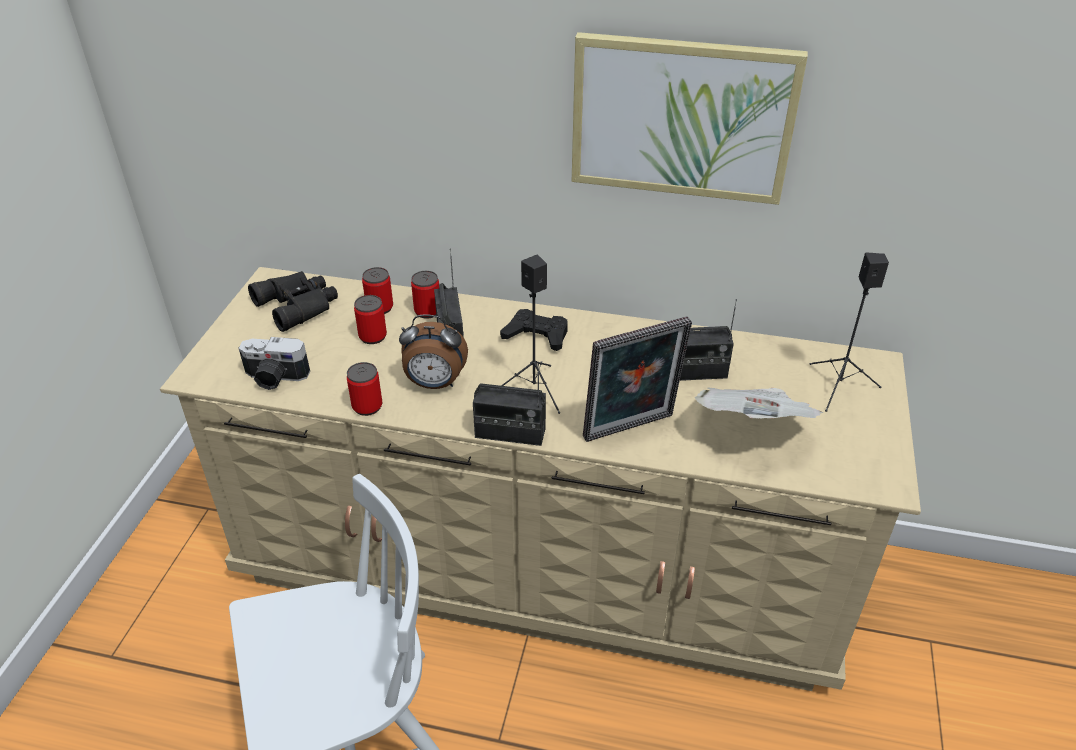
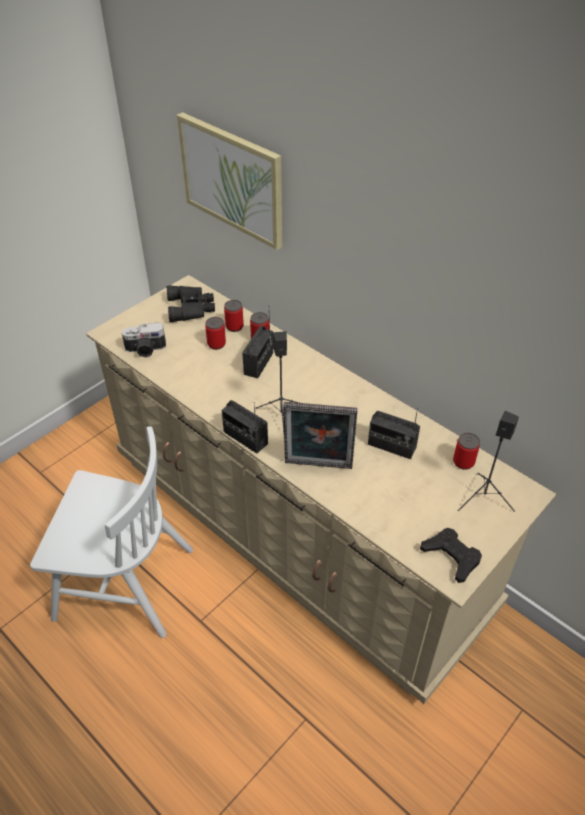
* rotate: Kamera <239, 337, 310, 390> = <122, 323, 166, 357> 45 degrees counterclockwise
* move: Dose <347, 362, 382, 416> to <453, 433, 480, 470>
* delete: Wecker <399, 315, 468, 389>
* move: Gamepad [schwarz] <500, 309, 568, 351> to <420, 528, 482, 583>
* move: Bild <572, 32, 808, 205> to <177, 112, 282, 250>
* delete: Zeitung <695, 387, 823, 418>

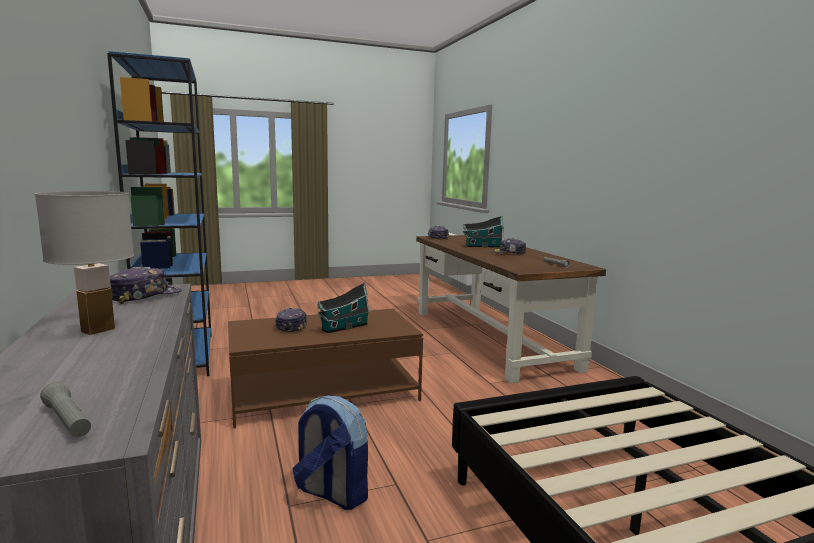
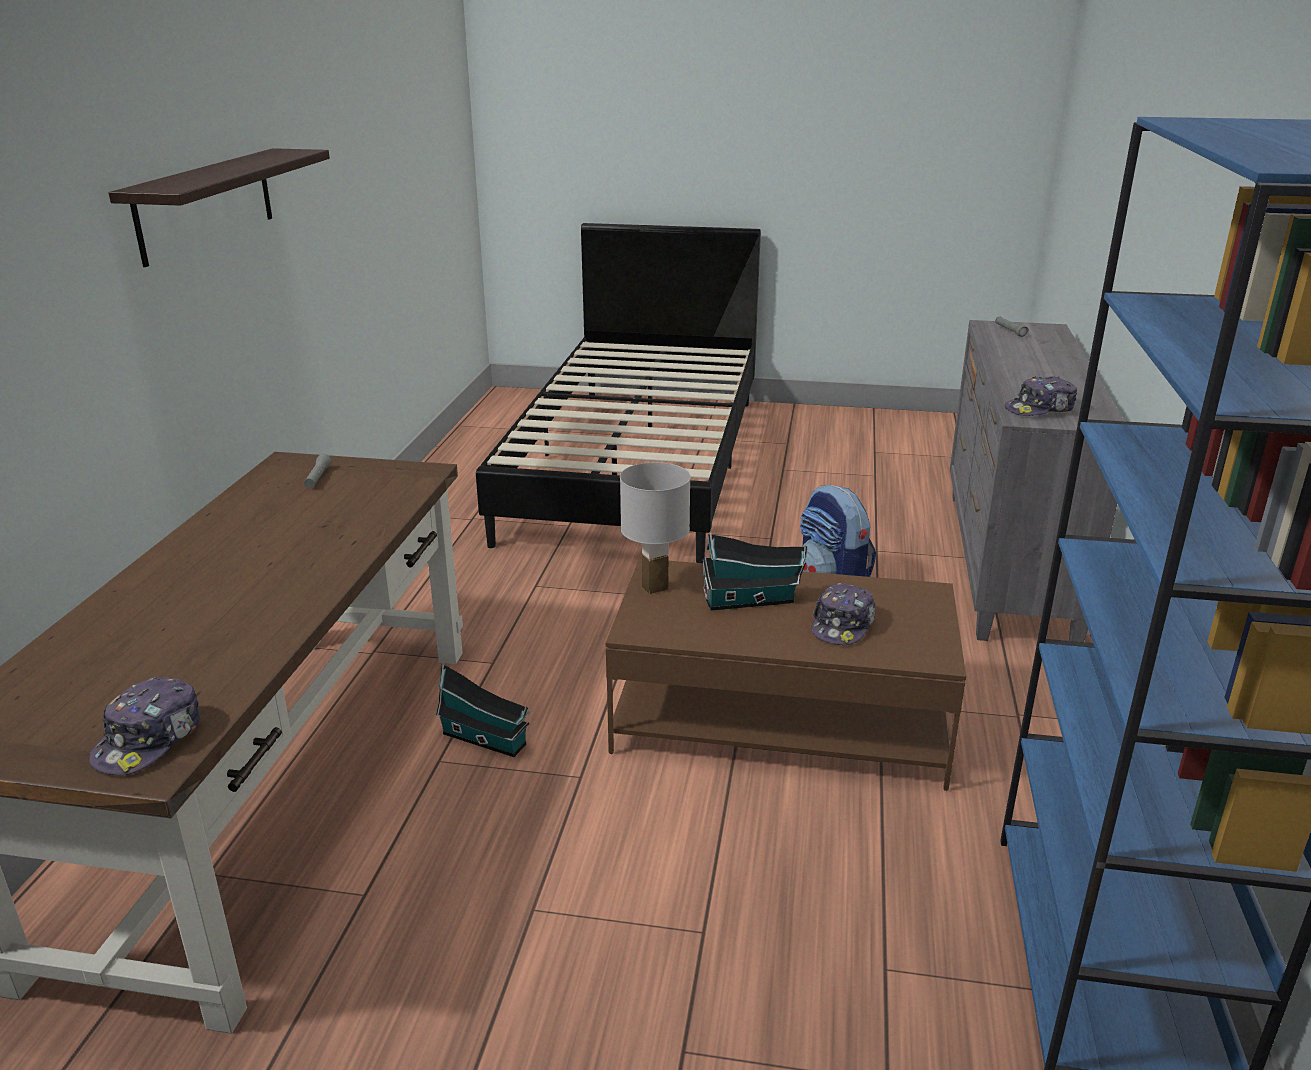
* move: Tischlampe [weiß] <35, 191, 134, 335> to <620, 462, 691, 594>
* move: Spielzeughaus <463, 216, 504, 248> to <436, 663, 530, 757>
* delete: Kappe <493, 239, 526, 254>
* insert: Wandregal <109, 148, 330, 267>

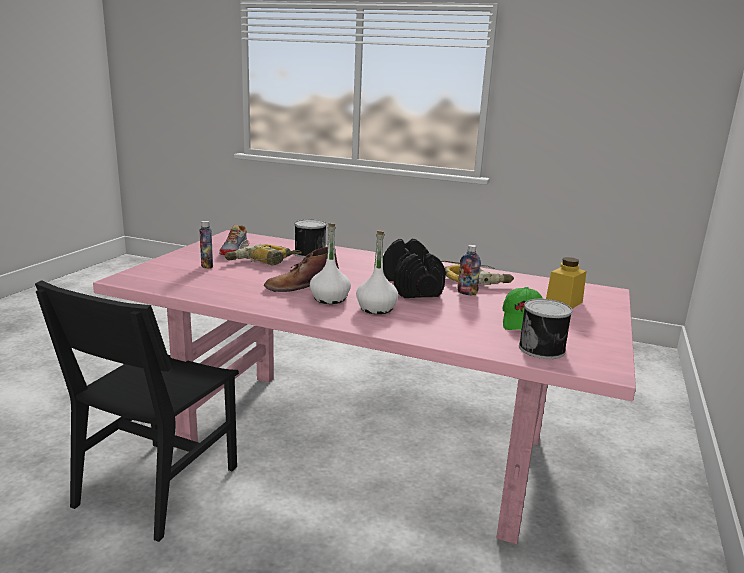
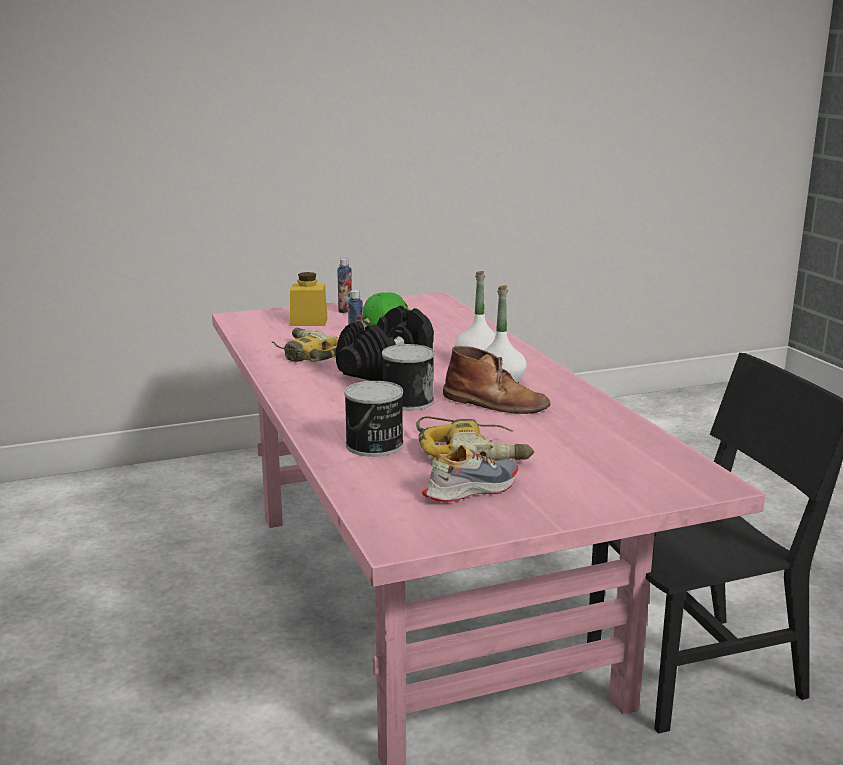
* move: Flasche <199, 221, 213, 269> to <337, 258, 352, 313>
* move: Dose <519, 299, 572, 359> to <382, 344, 434, 411>

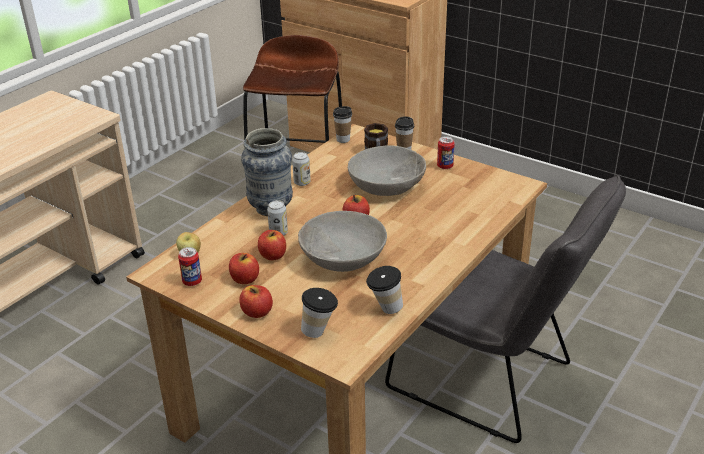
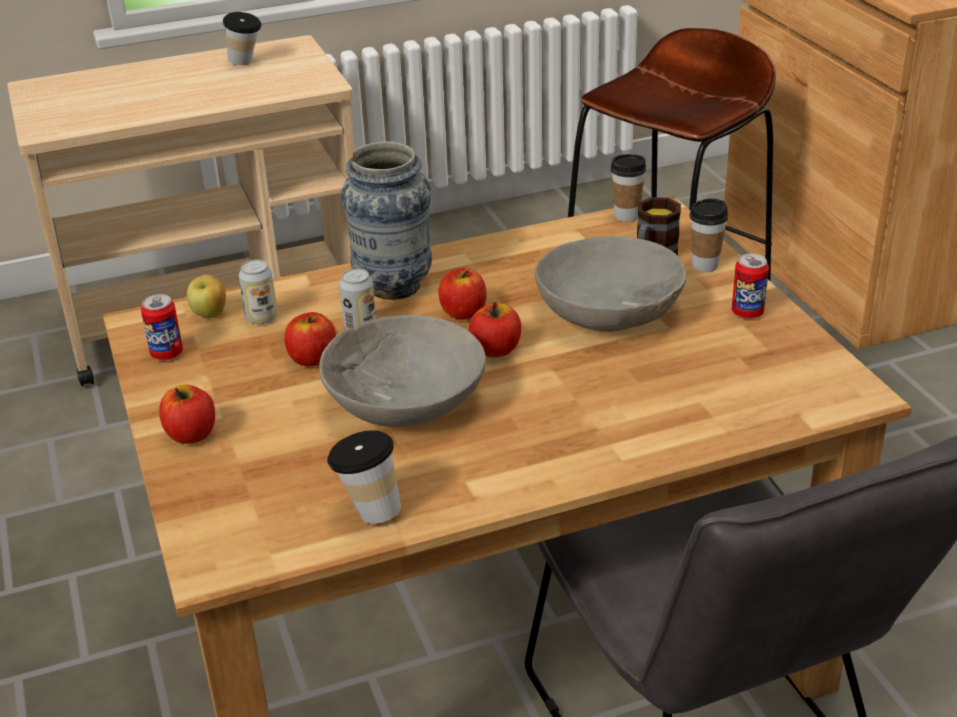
* move: Apfel <229, 253, 259, 284> to <439, 268, 487, 320>
* move: Dose <292, 152, 311, 186> to <239, 260, 277, 324>
* move: Tasse <301, 288, 338, 338> to <223, 12, 262, 66>

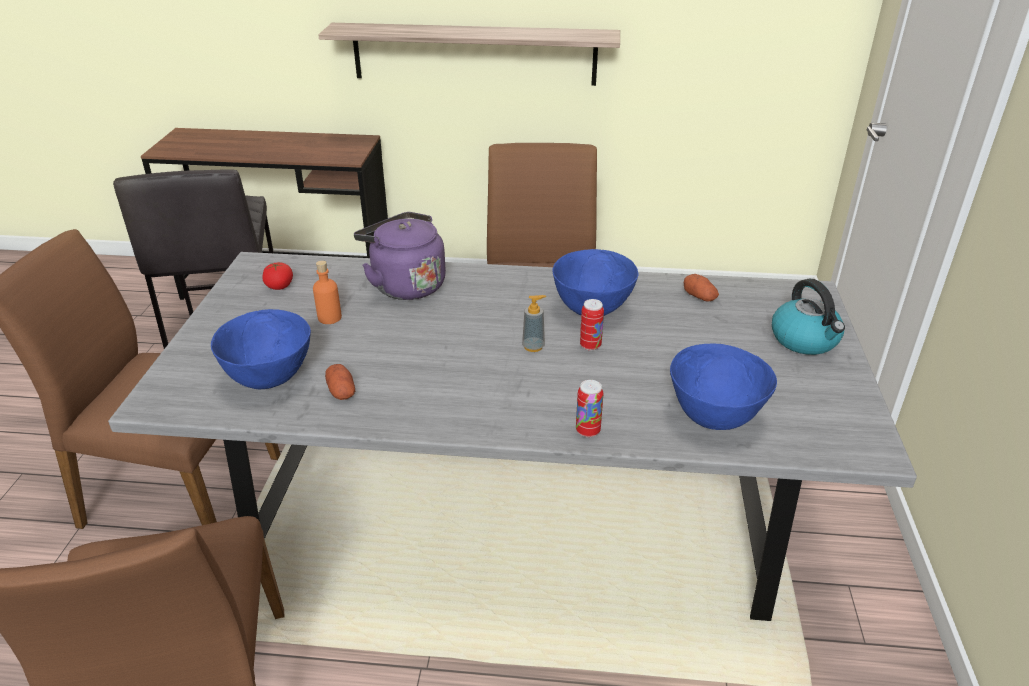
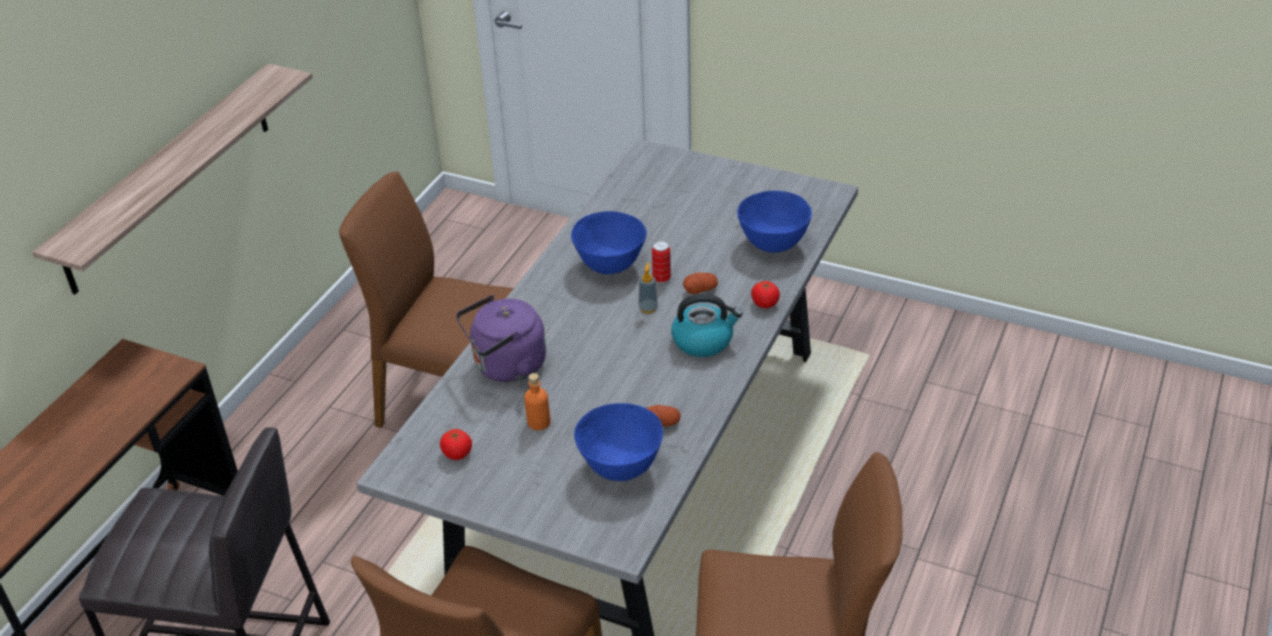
* replace: Dose <576, 380, 603, 437> to Tomate <751, 281, 780, 308>
* move: Kartoffel <684, 274, 719, 302> to <683, 272, 718, 294>
* move: Wasserkessel <772, 279, 845, 355> to <671, 294, 743, 357>

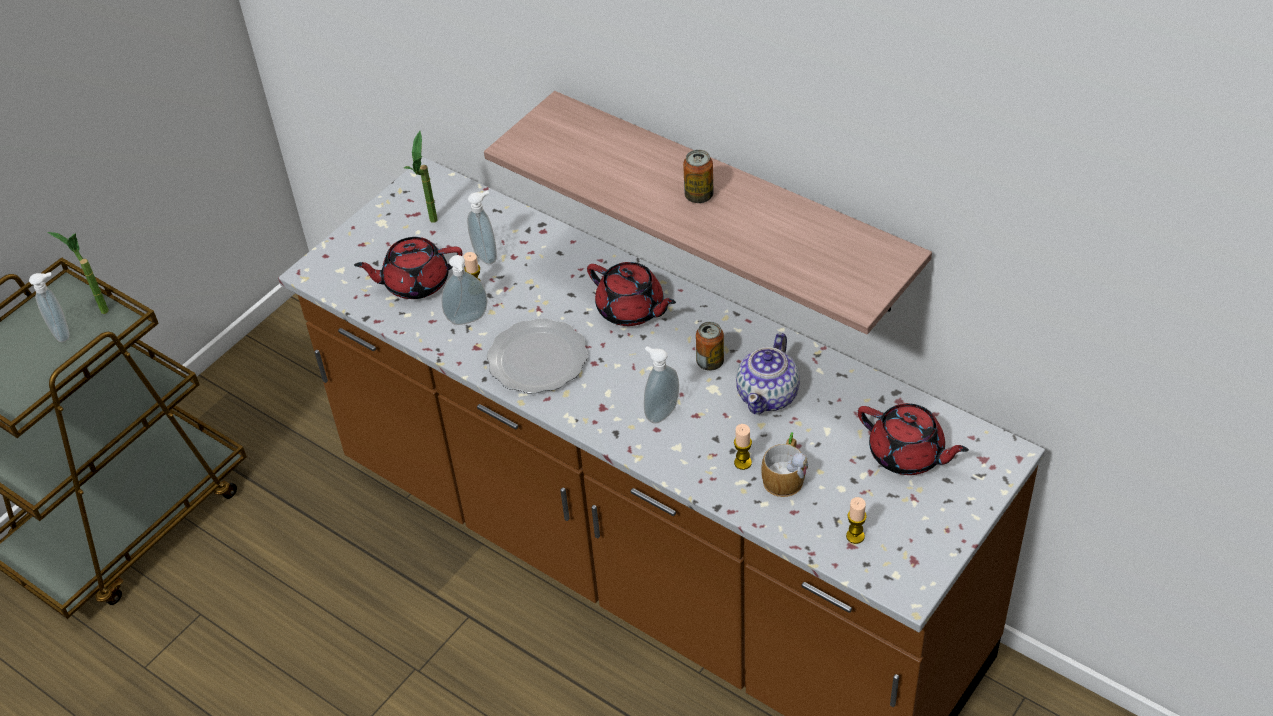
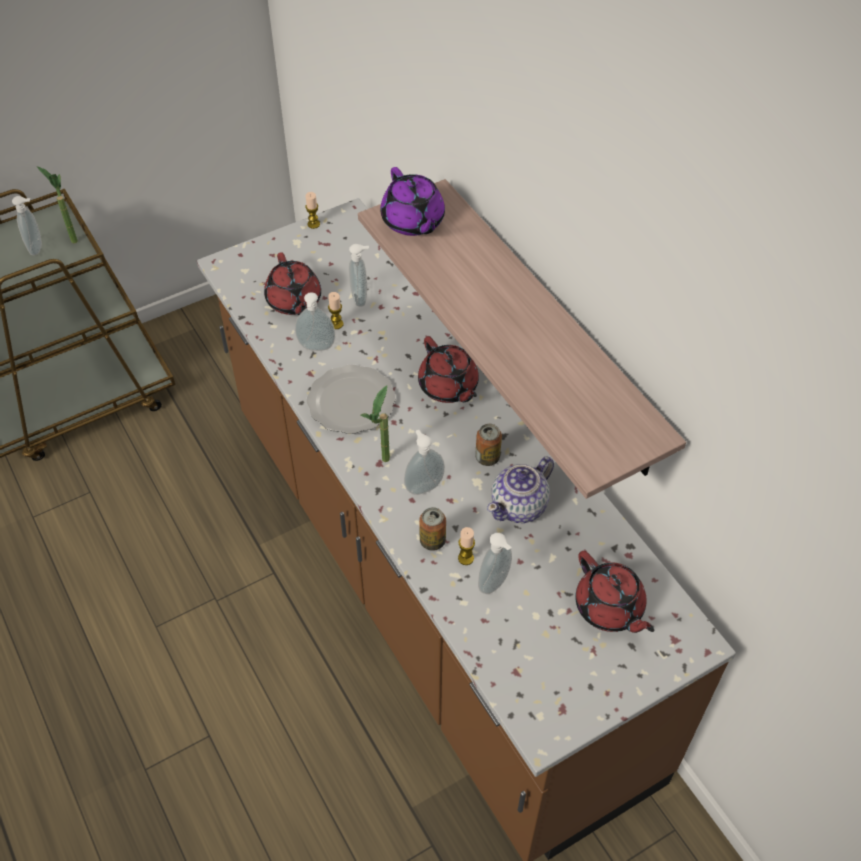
* rotate: Teekanne [rot] <354, 237, 462, 299> = <264, 252, 321, 315> 120 degrees counterclockwise
* move: Topfpflanze <404, 131, 437, 223> to <360, 385, 390, 462>
* move: Dose <683, 150, 714, 203> to <419, 507, 446, 551>
* replace: Henkelbecher <761, 432, 808, 497> to Seifenspender <478, 533, 512, 594>
* move: Kerze <846, 497, 867, 544> to <305, 192, 320, 229>
* insert: Teekanne [lila] <380, 167, 445, 236>

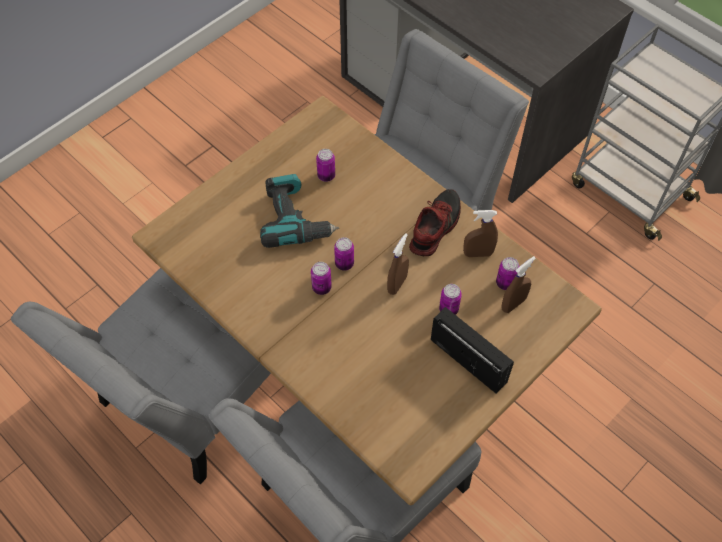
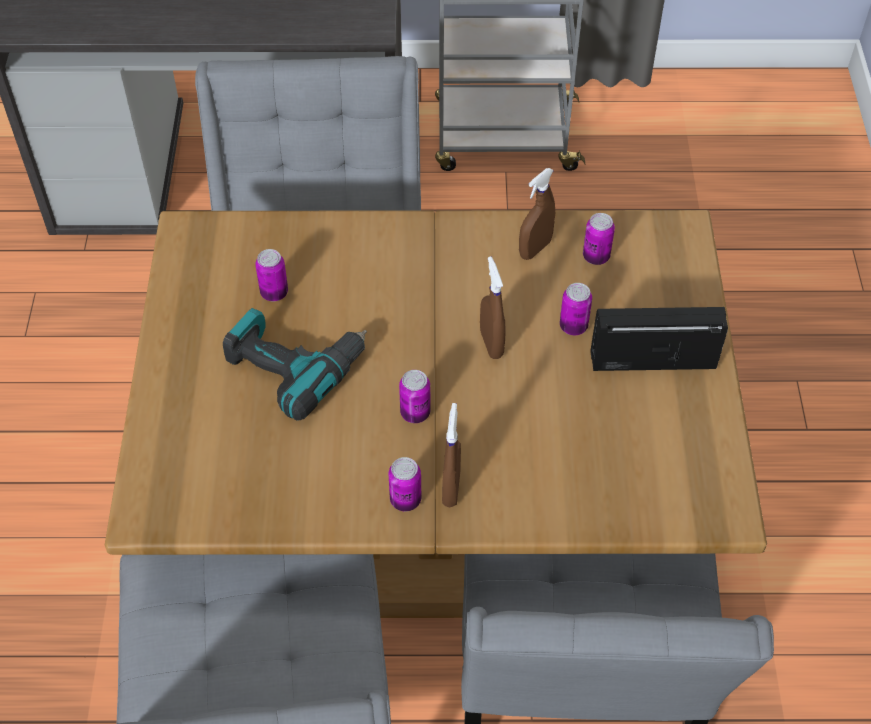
* move: Dose <334, 237, 354, 271> to <388, 457, 421, 511>
* delete: Schuh <409, 189, 461, 256>
* move: Sprühflasche [braun] <502, 256, 536, 313> to <442, 403, 461, 507>

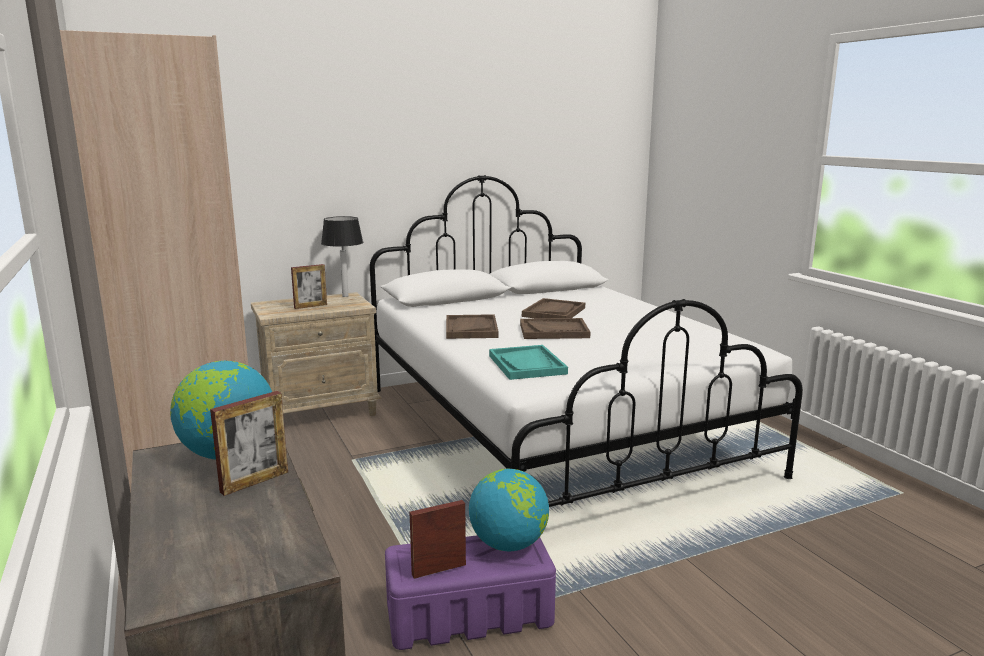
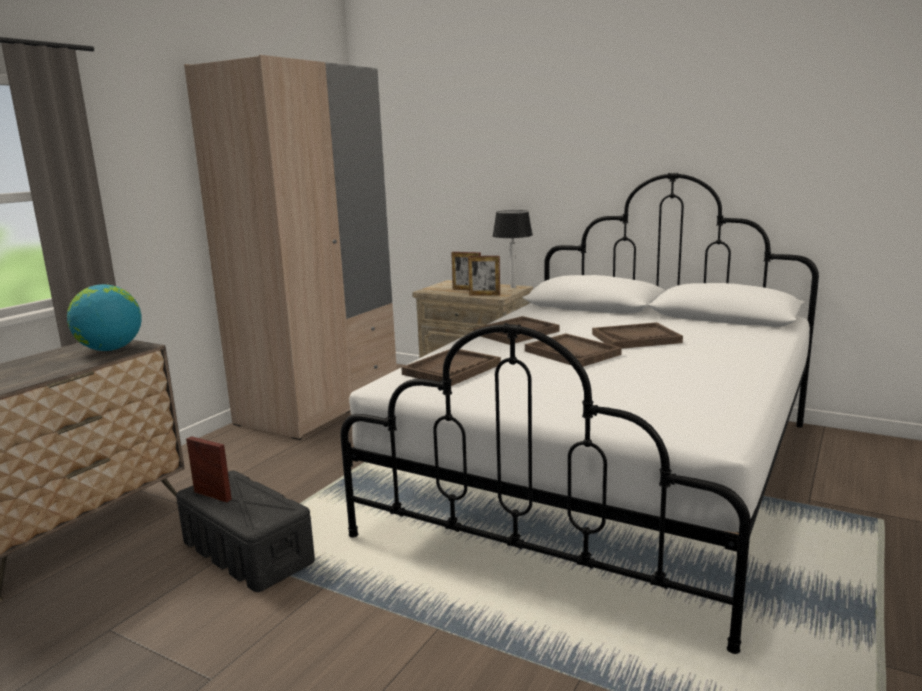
* move: Bilderrahmen <210, 391, 288, 496> to <468, 256, 500, 296>
* recolor: Aufbewahrungsbox [lila] <385, 535, 556, 650> to Aufbewahrungsbox [schwarz] <176, 471, 315, 592>
* delete: Globus <469, 469, 549, 551>
* recolor: Tablett [türkis] <489, 345, 568, 380> to Tablett [braun] <401, 349, 501, 386>

